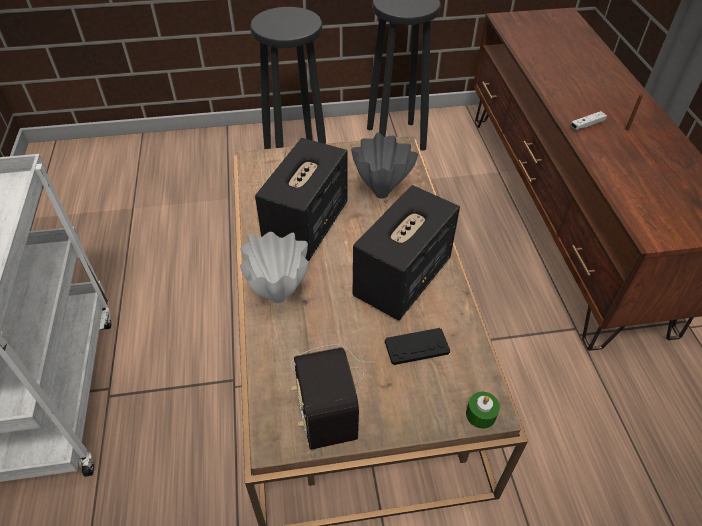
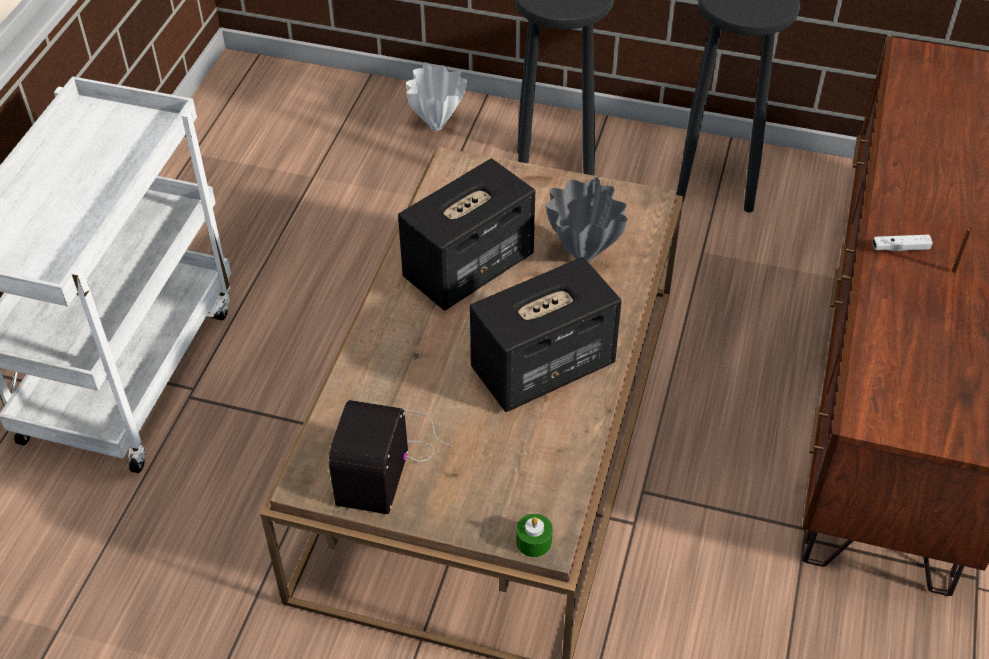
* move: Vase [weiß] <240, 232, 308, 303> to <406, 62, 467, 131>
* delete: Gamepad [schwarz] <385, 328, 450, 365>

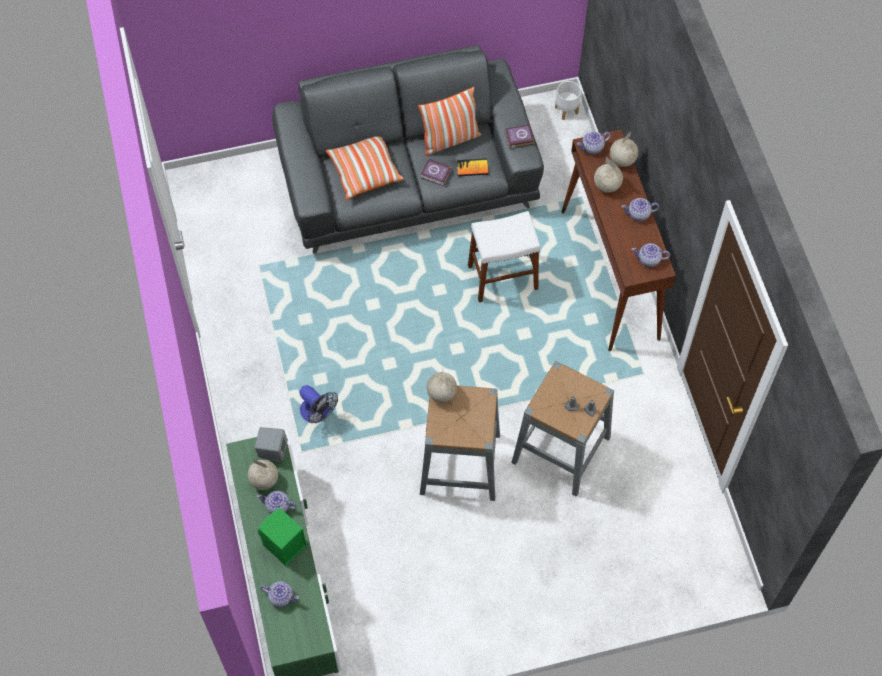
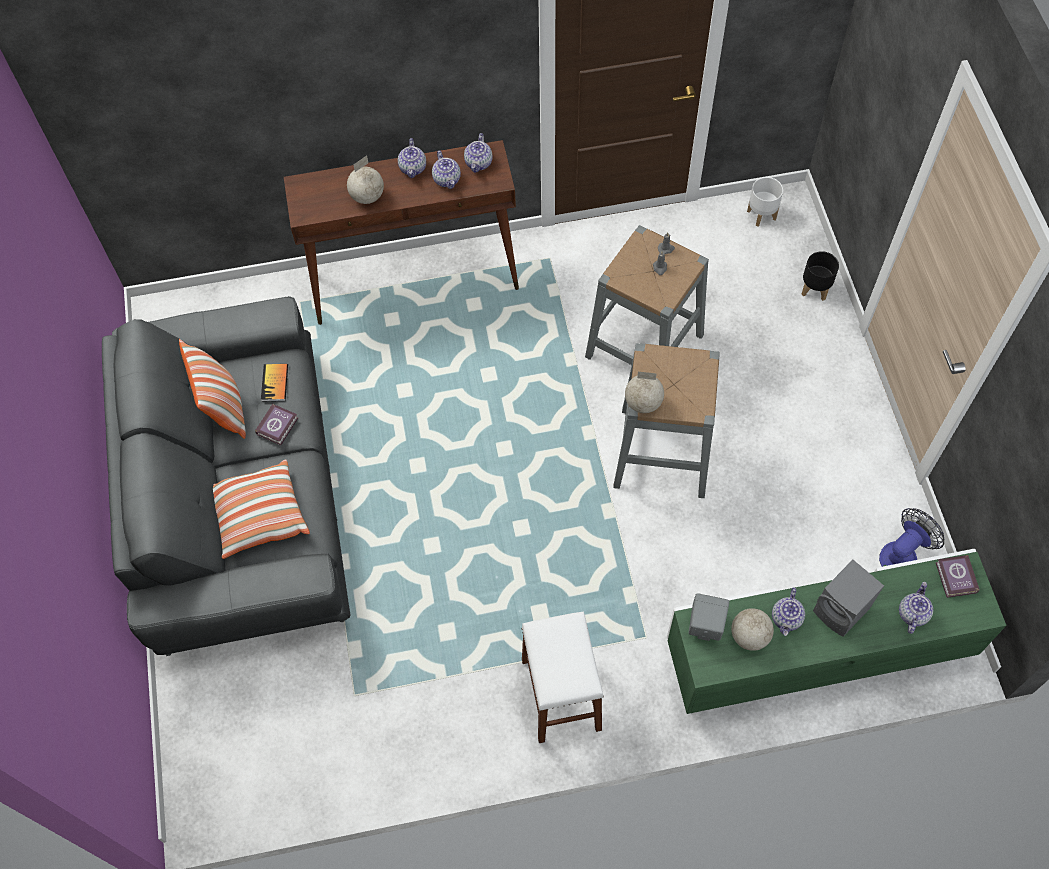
* recolor: Lautsprecher [grün] <258, 508, 307, 566> to Lautsprecher [grau] <813, 560, 884, 637>
* move: Ventilator <299, 385, 338, 423> to <879, 508, 944, 567>
* move: Hocker [weiß] <468, 211, 540, 302> to <522, 612, 604, 743>
* move: Buch <505, 125, 534, 149> to <936, 555, 980, 598>
* move: Pflanzkübel [weiß] <555, 81, 581, 120> to <747, 177, 783, 227>
* move: Teekanne <577, 131, 611, 154> to <432, 151, 461, 189>
* delete: Globus <610, 131, 638, 167>
* insert: Pflanzkübel [schwarz] <802, 251, 839, 301>

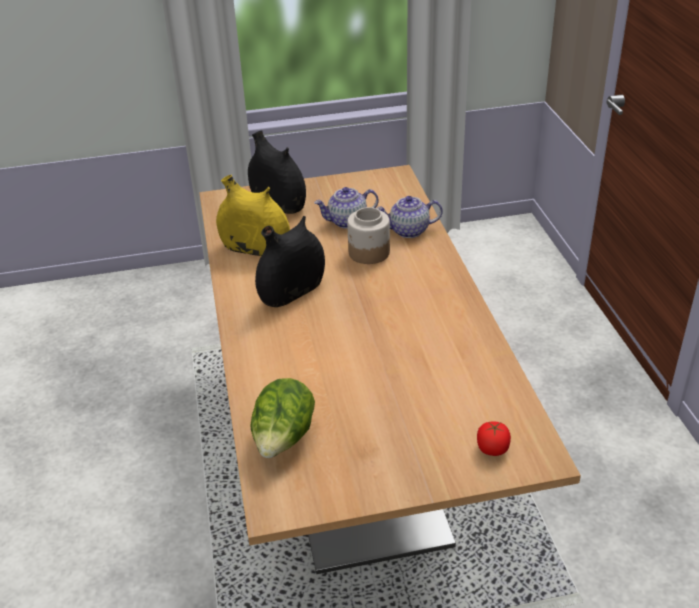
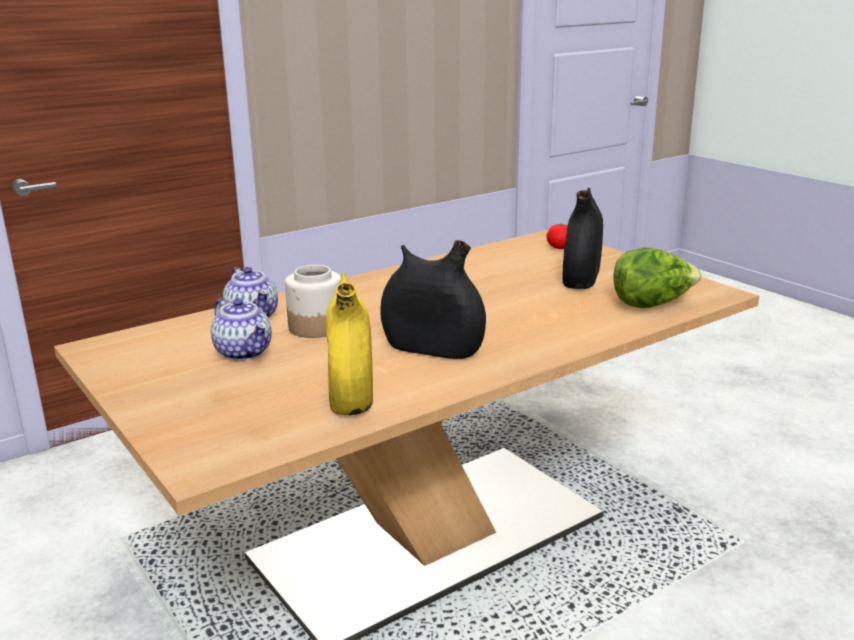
* move: Vase [schwarz] <248, 131, 306, 214> to <562, 188, 603, 289>

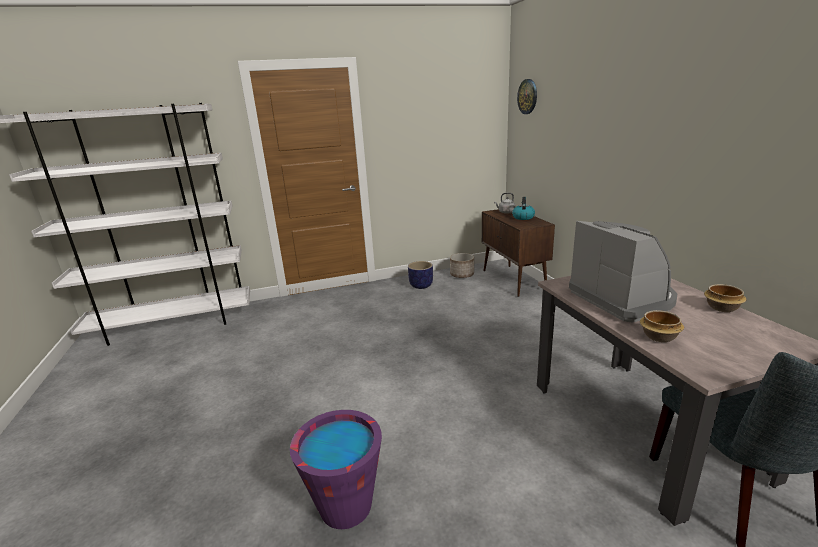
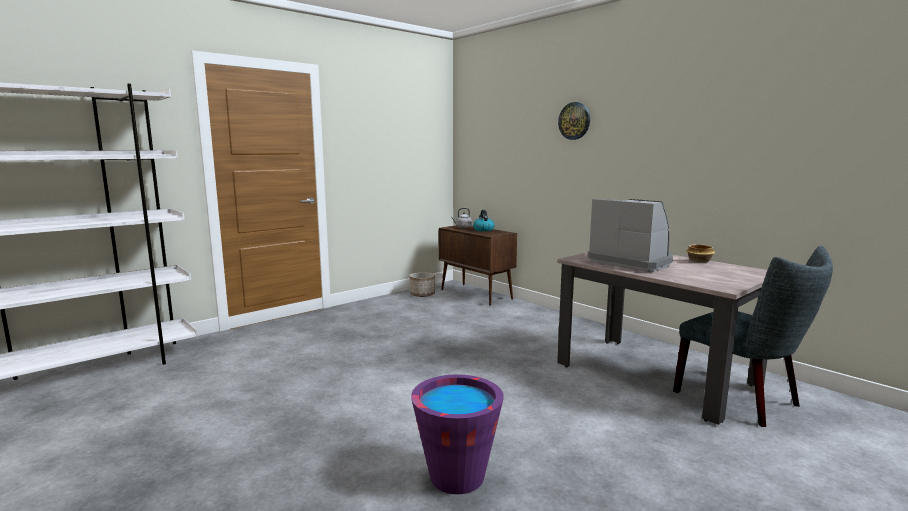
* delete: Pflanzkübel <408, 261, 433, 289>
* move: Wanduhr <517, 79, 537, 114> to <558, 102, 590, 140>
* delete: Schüssel <640, 310, 684, 342>

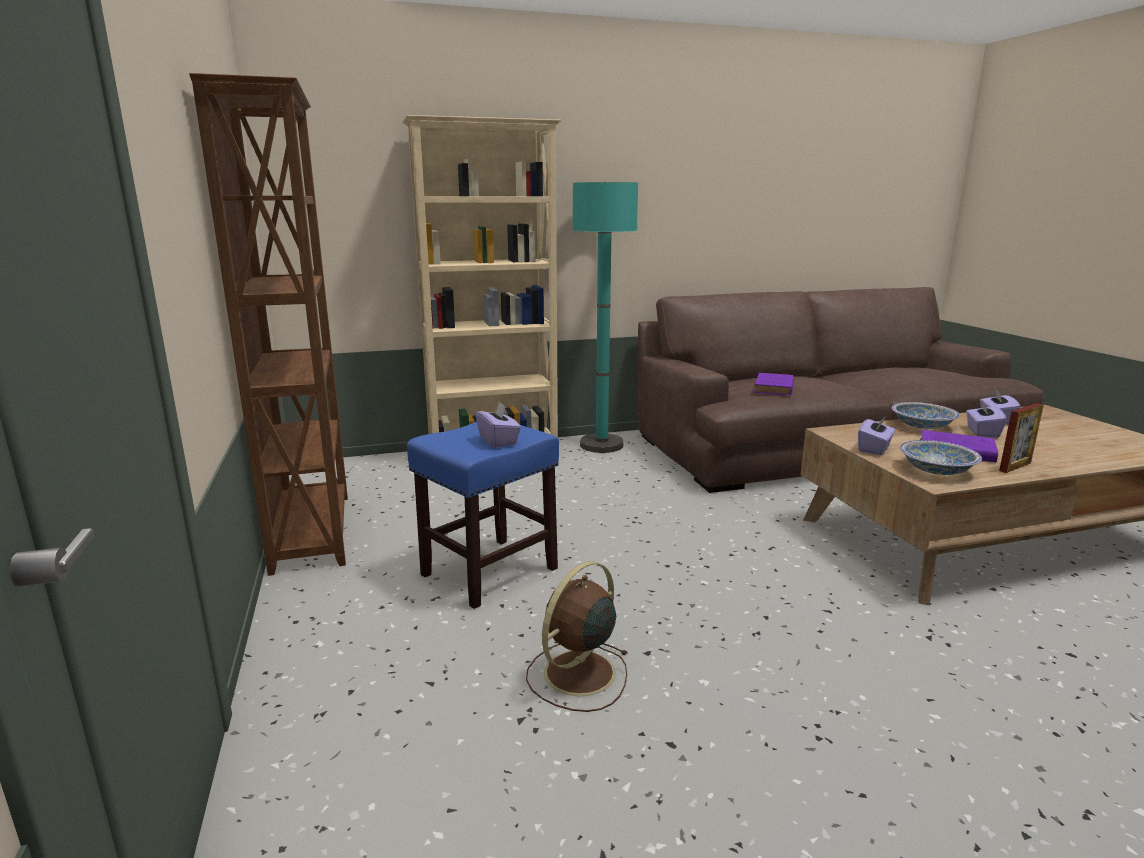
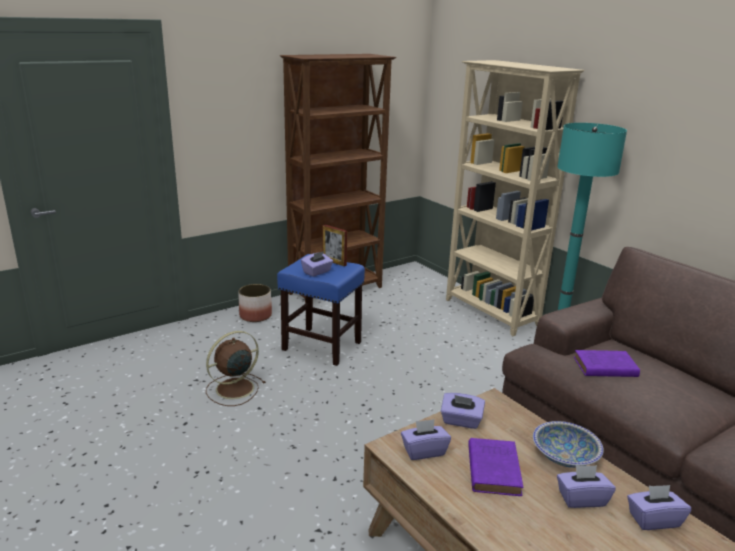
* rotate: Ventilator [braun] <526, 561, 627, 712> = <206, 331, 266, 406> 60 degrees counterclockwise
* replace: Schüssel <899, 440, 982, 475> to Taschentuchbox [lila] <401, 419, 451, 460>
* move: Bilderrahmen <999, 403, 1044, 473> to <323, 225, 347, 266>
* insert: Pflanzkübel <238, 284, 272, 322>

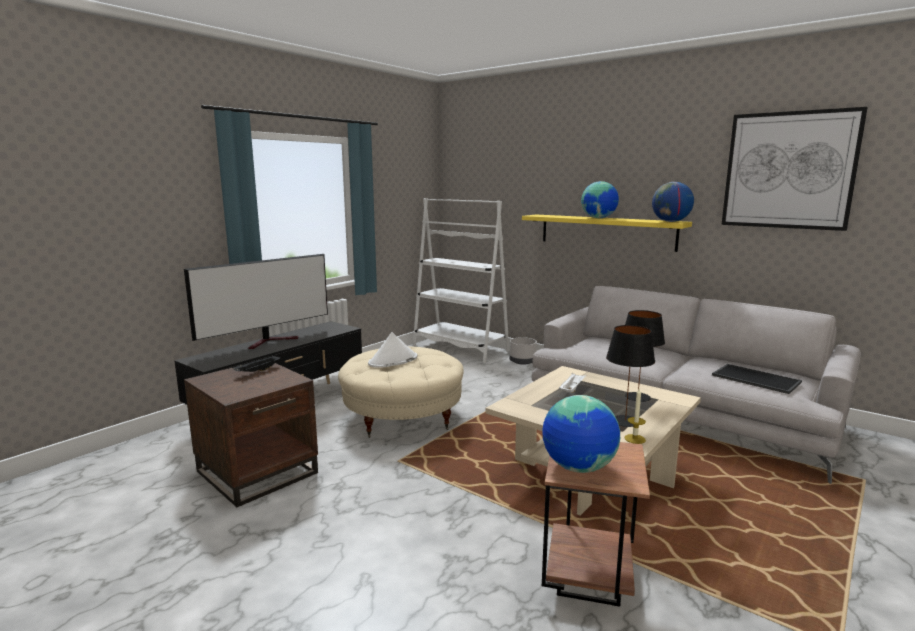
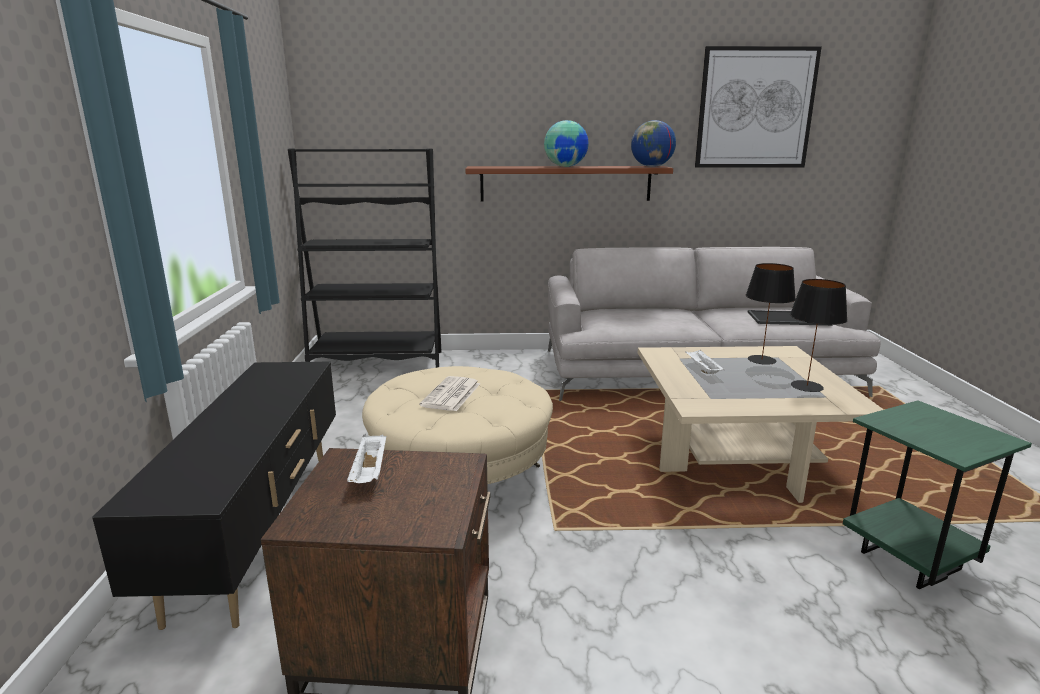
* delete: Fernseher <184, 254, 328, 349>
* recolor: Tablett [schwarz] <232, 354, 281, 372> to Tablett [weiß] <347, 434, 386, 483>
* replace: Hut [weiß] <368, 332, 418, 368> to Zeitung <420, 376, 480, 411>
* recolor: Bücherregal [weiß] <413, 198, 509, 363> to Bücherregal [schwarz] <288, 148, 441, 368>
* delete: Pflanzkübel [grau] <510, 337, 537, 365>
* recolor: Wandregal [gelb] <522, 215, 692, 252> to Wandregal [braun] <466, 166, 673, 201>
* delete: Globus <542, 395, 620, 473>
* recolor: Beistelltisch [braun] <542, 442, 650, 606> to Beistelltisch [grün] <843, 400, 1032, 589>
* delete: Kerze <624, 389, 646, 444>

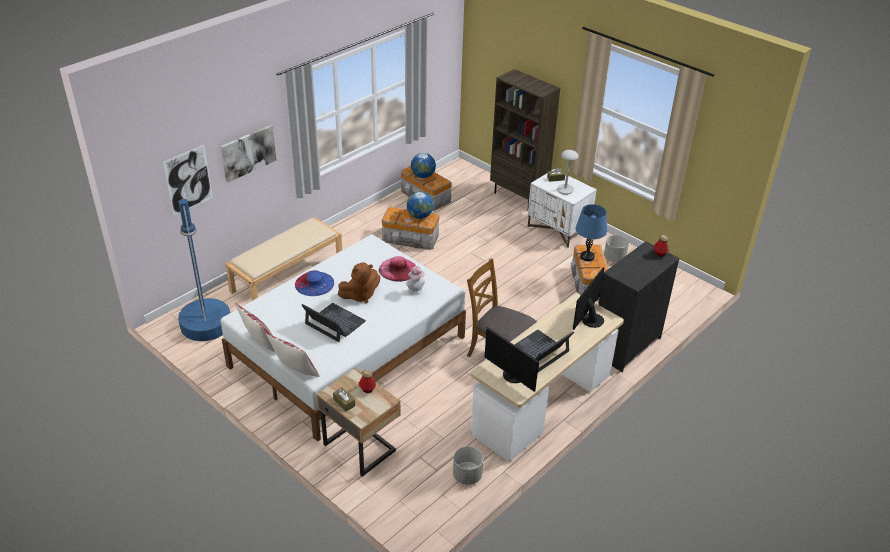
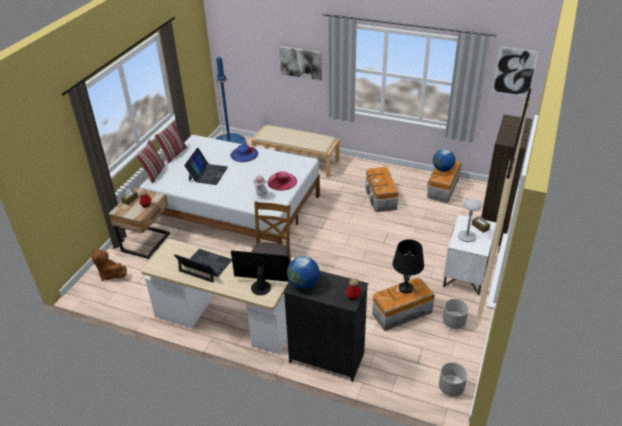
* move: Bild <163, 145, 213, 216> to <492, 46, 539, 97>
* move: Plüschtier [braun] <338, 262, 380, 303> to <92, 249, 127, 281>
* move: Globus <407, 192, 433, 219> to <287, 256, 319, 289>
* move: Pflanzkübel [grau] <453, 446, 483, 485> to <439, 362, 467, 396>
* delete: Monitor <485, 327, 539, 391>
* recolor: Tischlampe [blau] <576, 204, 607, 261> to Tischlampe [schwarz] <392, 239, 424, 294>

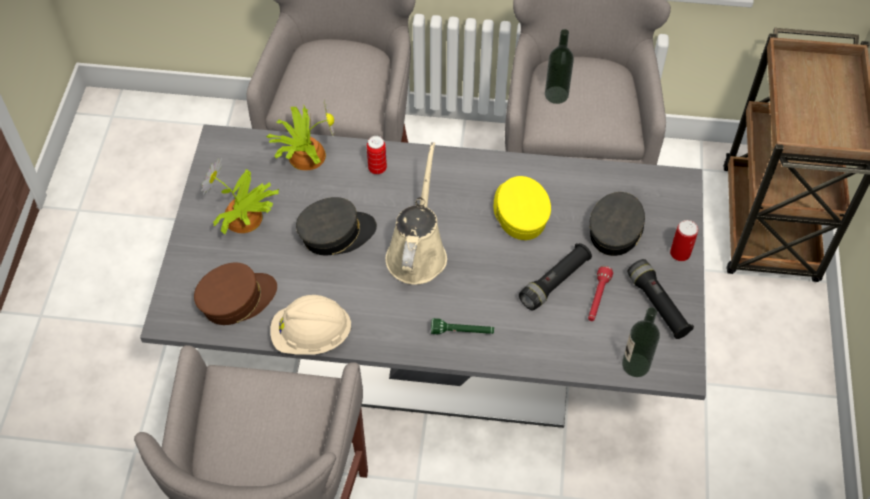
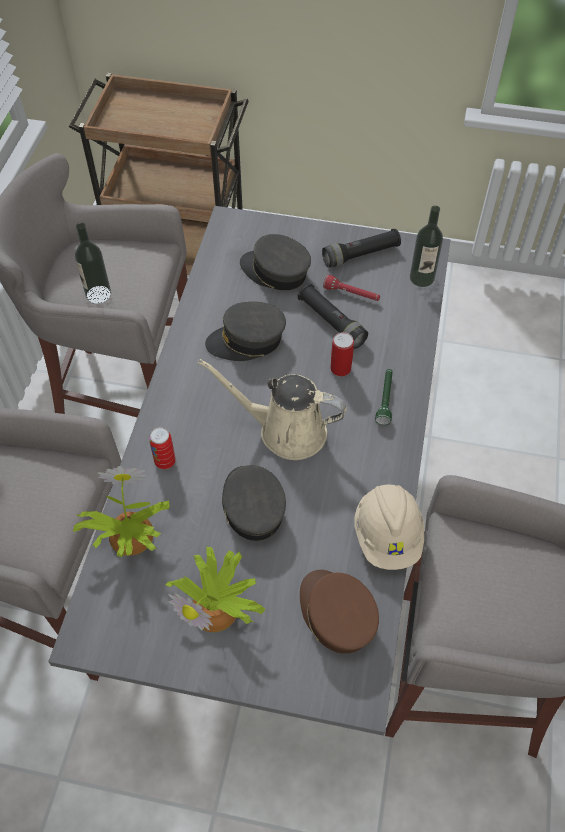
* recolor: Kappe [gelb] <494, 176, 551, 240> to Kappe [grau] <205, 301, 286, 361>
* move: Dose <670, 220, 698, 261> to <330, 332, 354, 376>

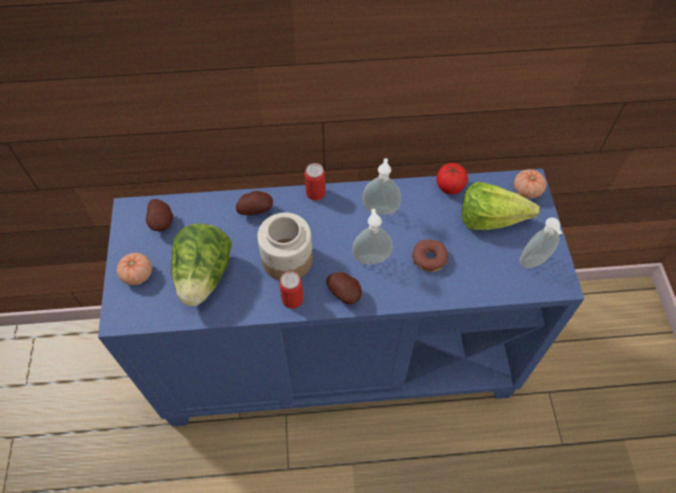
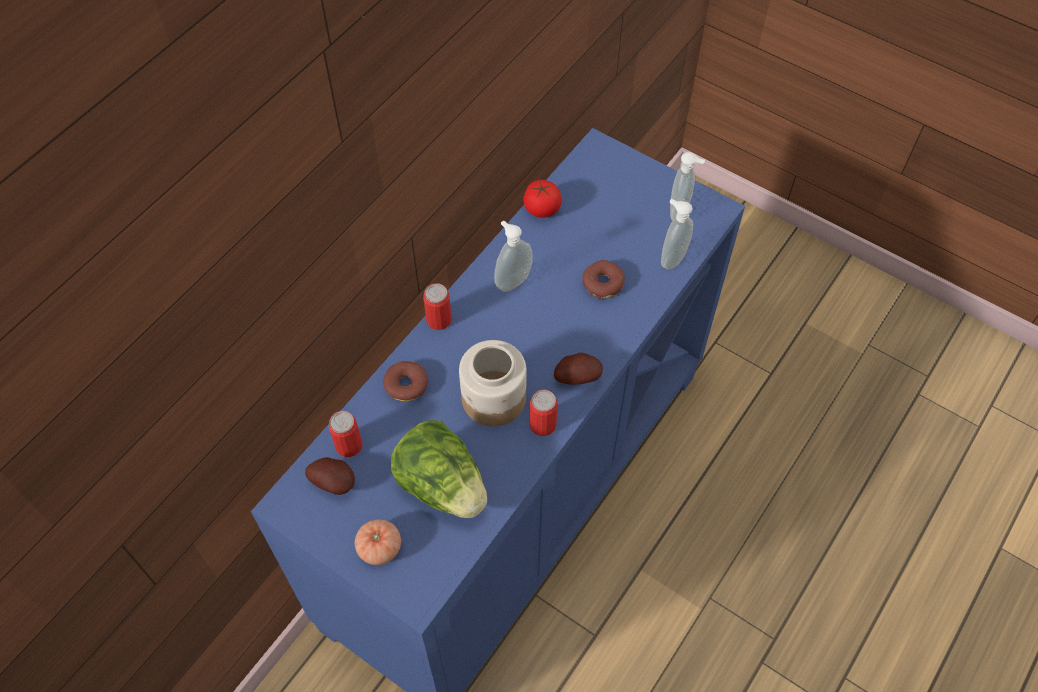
* replace: Kartoffel <236, 191, 273, 215> to Donut <383, 361, 429, 401>
* move: Seifenspender <352, 209, 393, 264> to <661, 199, 693, 270>
* delete: Salatkopf <462, 182, 540, 230>
* delete: Tomate <514, 169, 546, 199>
* insert: Dose <329, 411, 362, 457>

